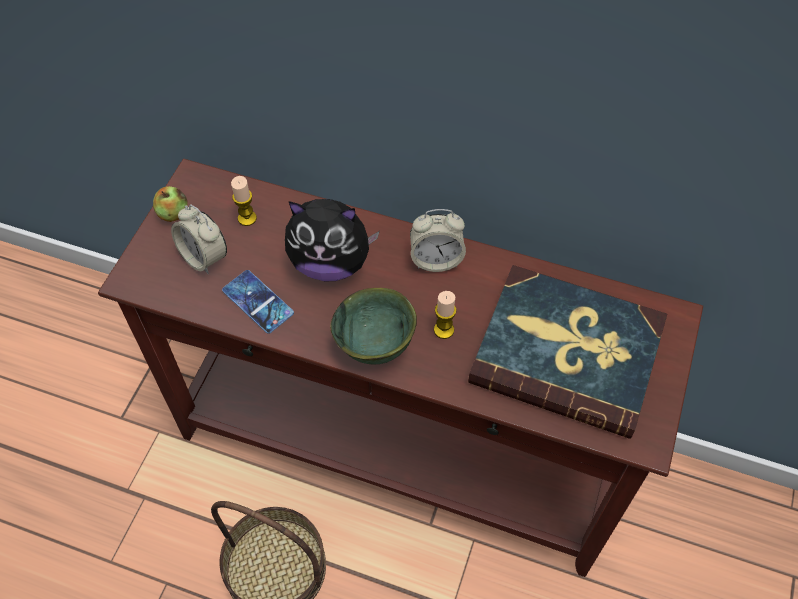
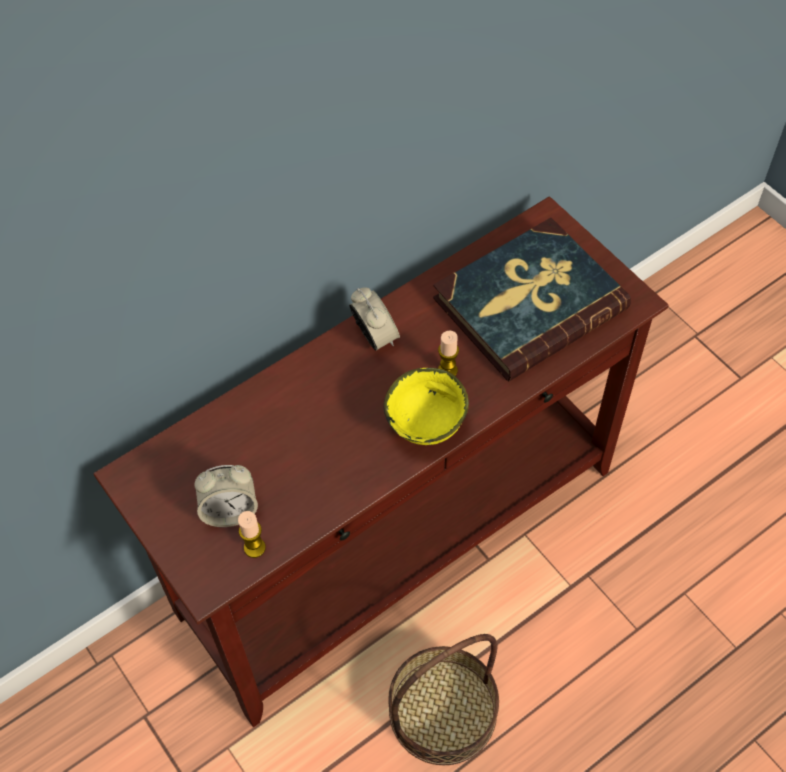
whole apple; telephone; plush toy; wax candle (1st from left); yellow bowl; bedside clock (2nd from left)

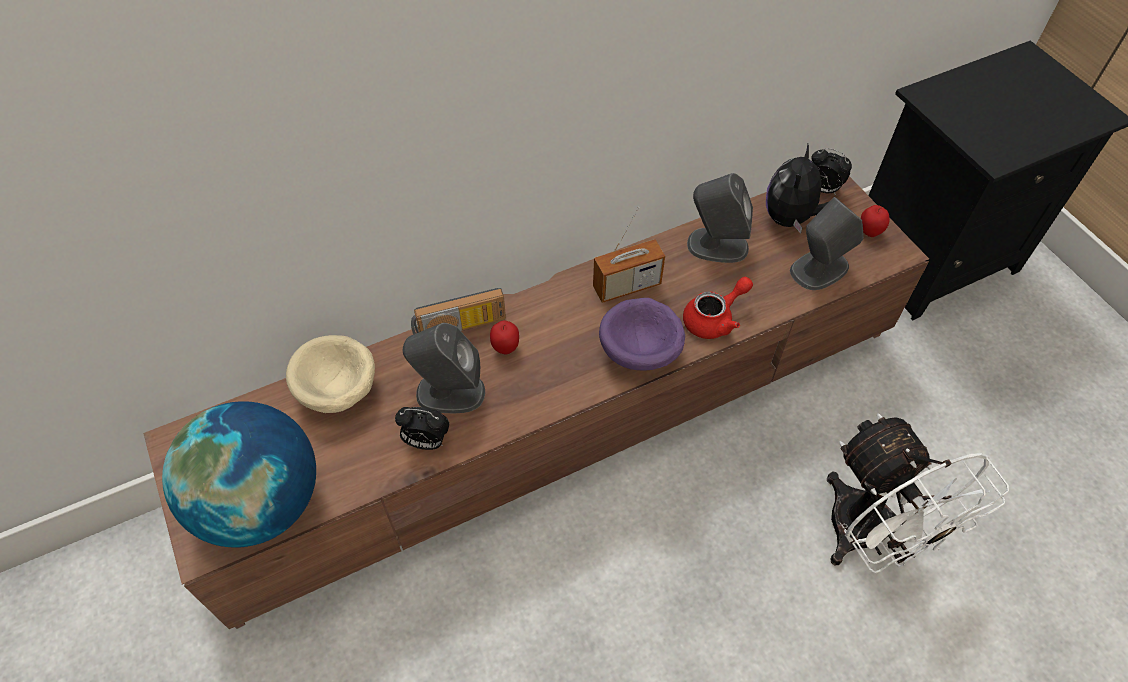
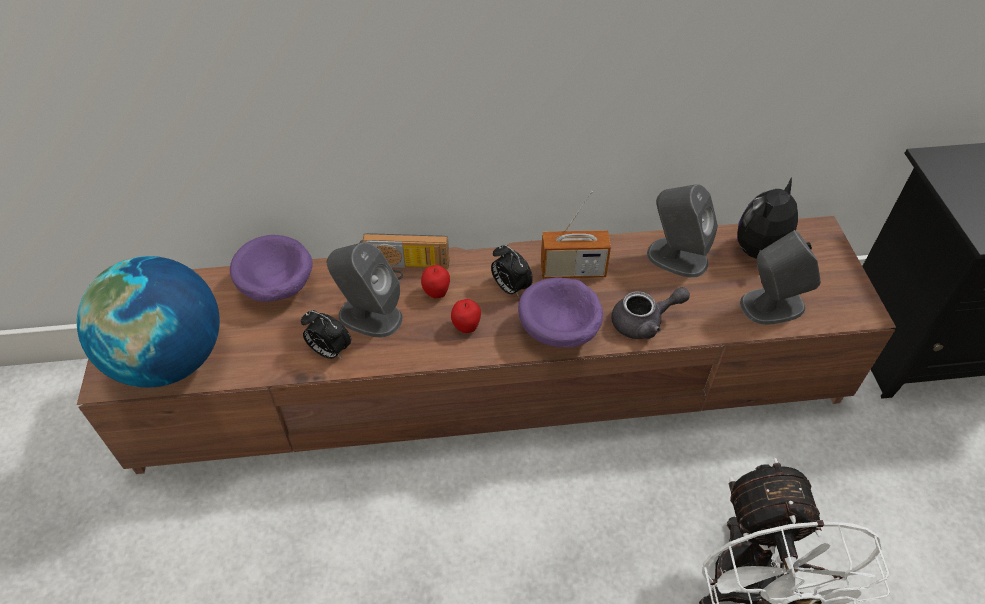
bedside clock (2nd from left); whole apple (2nd from left); purple-coloured bowl (1st from left); greyish pot for tea

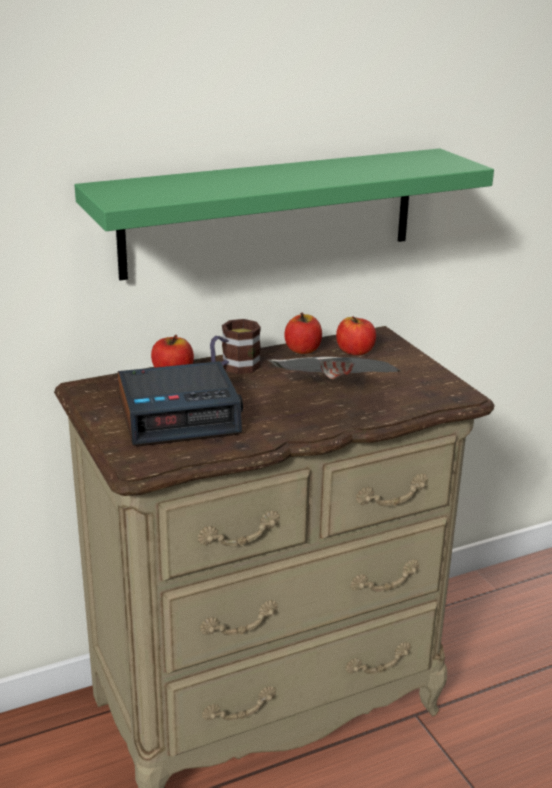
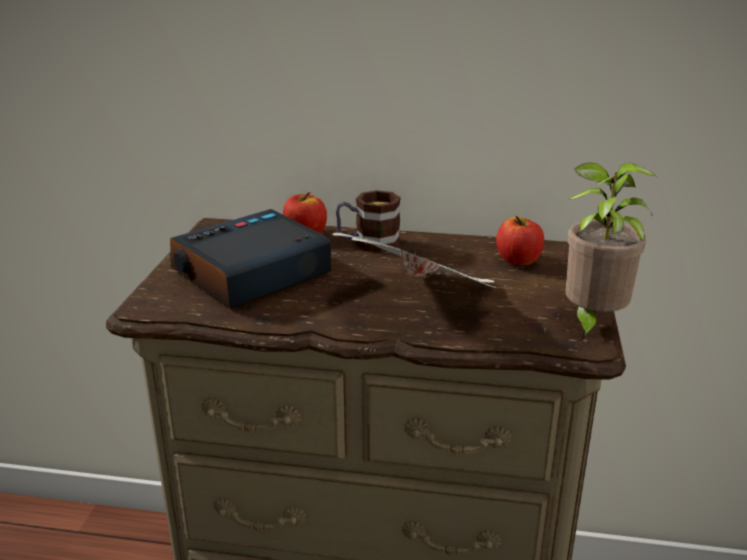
green-coloured wall shelf; whole apple (2nd from left in the first image); houseplant; bedside clock

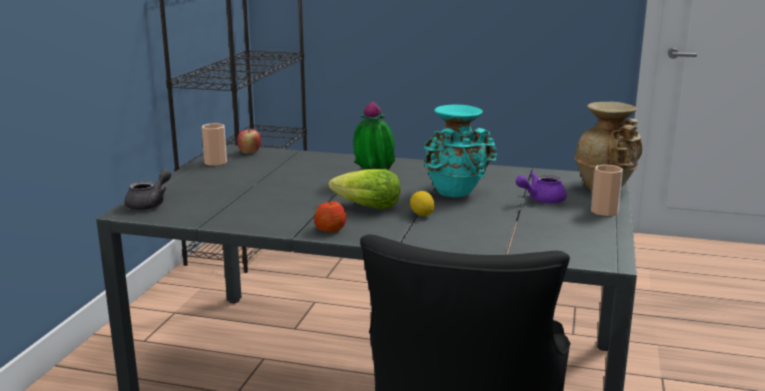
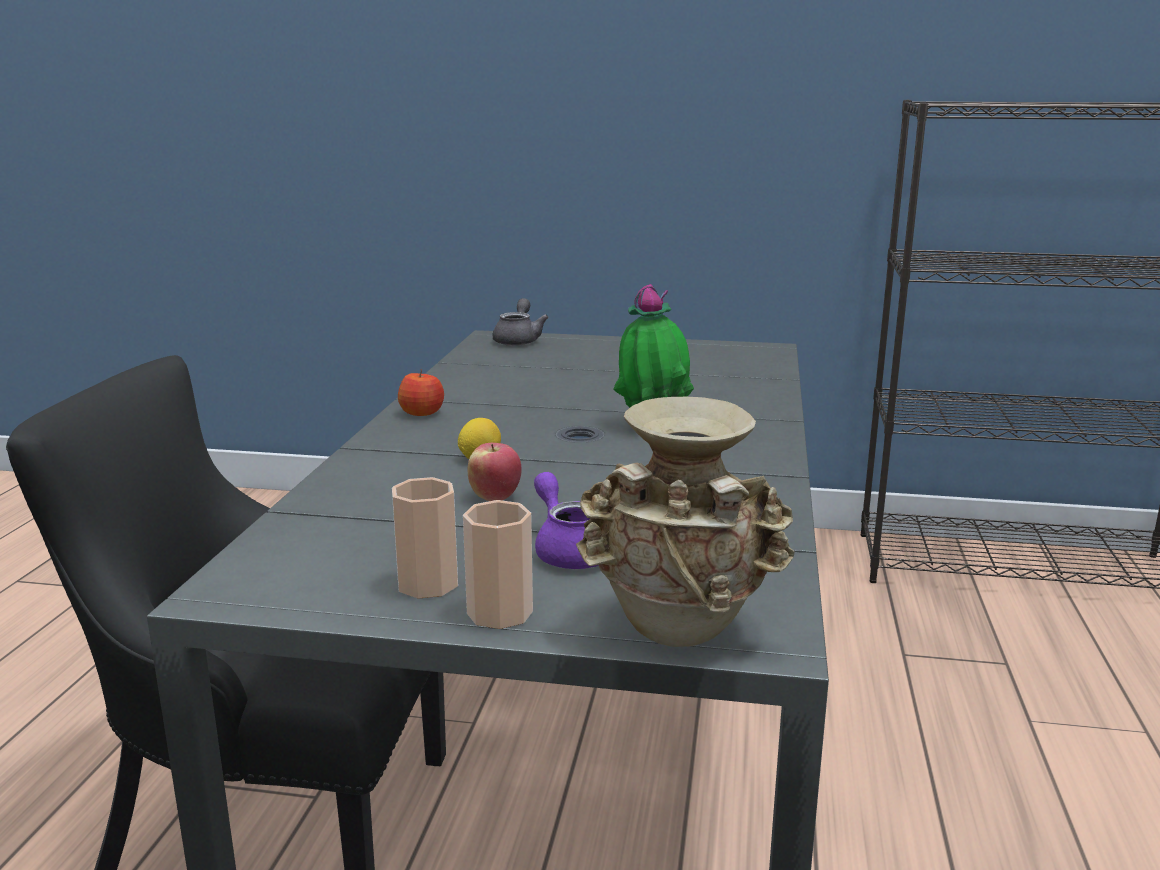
lettuce; turquoise-coloured vase; drinking cup (1st from left); whole apple (2nd from left); greyish pot for tea

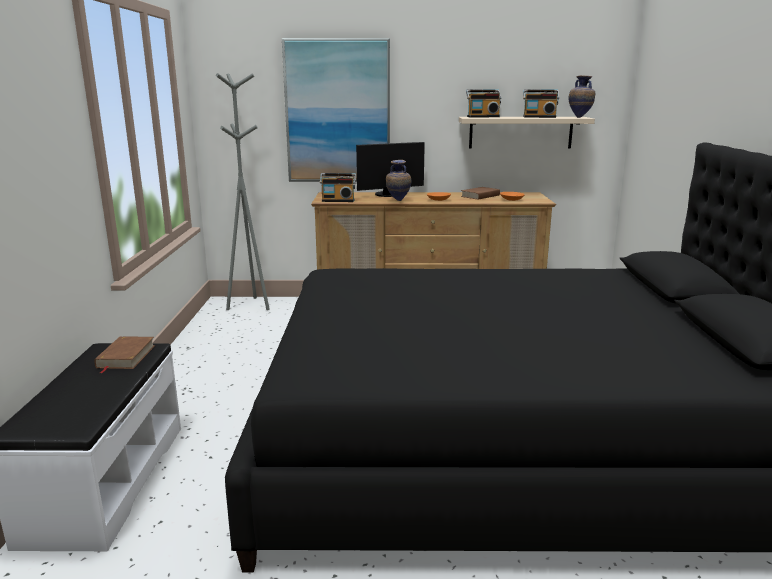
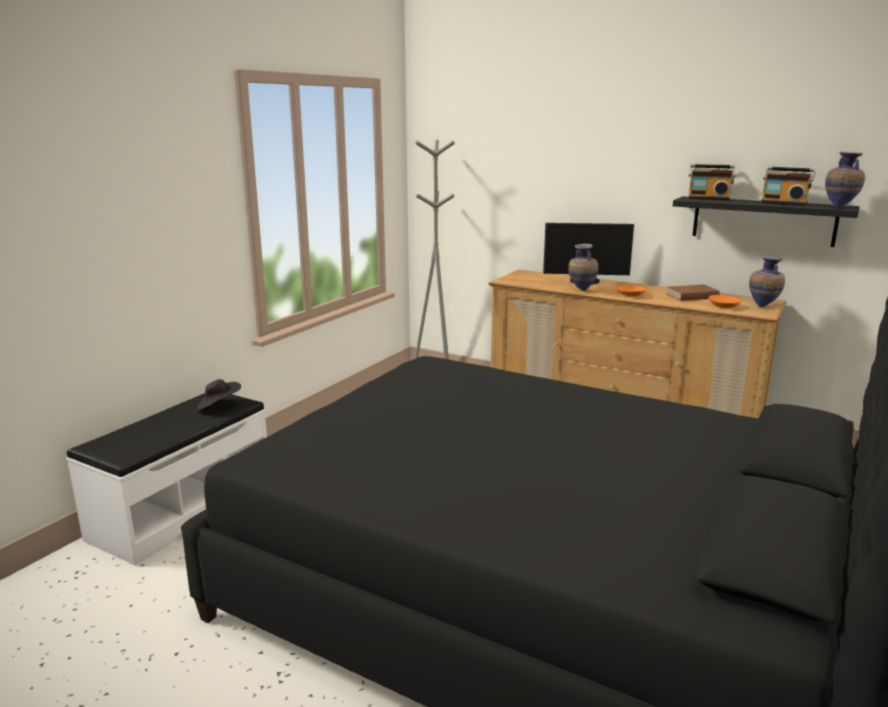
wall picture; radio receiver (1st from left in the first image); vase (2nd from left); black wearable hat; black wall shelf

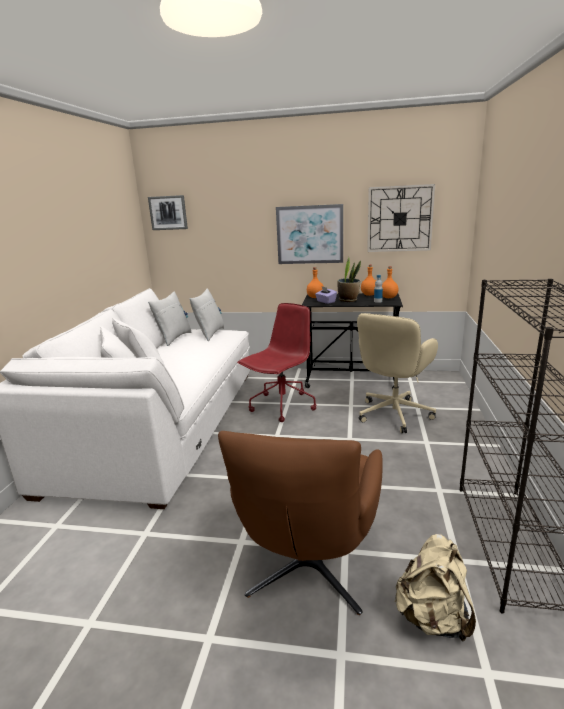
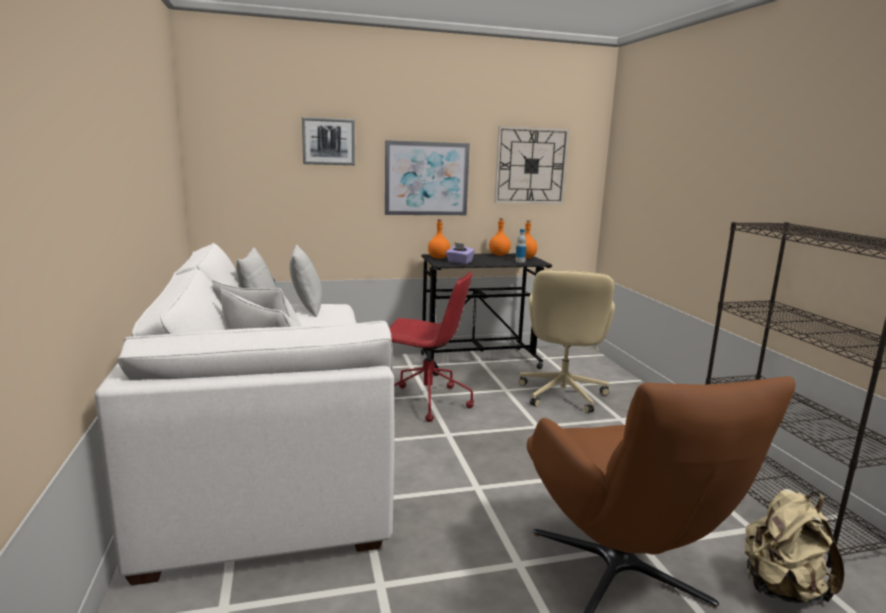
houseplant; wall picture (1st from left); reddish desk chair

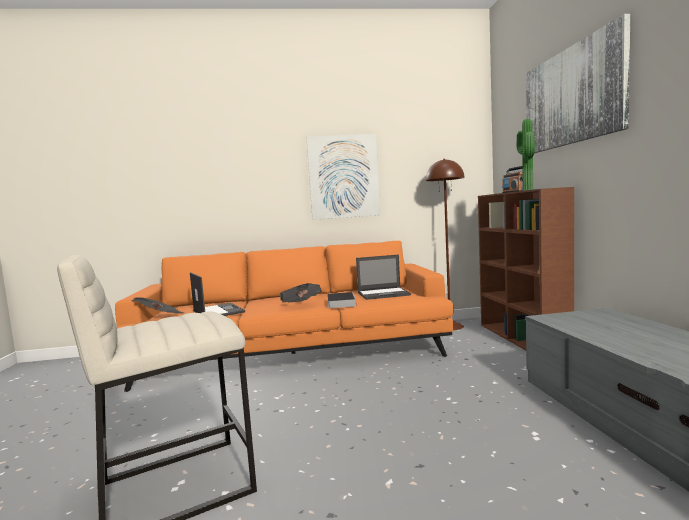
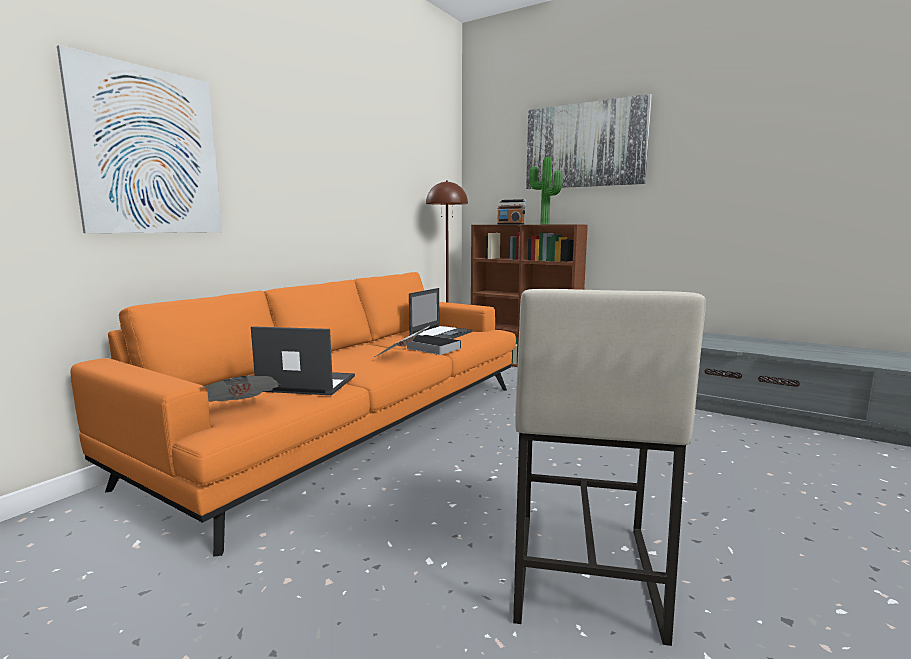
wall picture (1st from left)

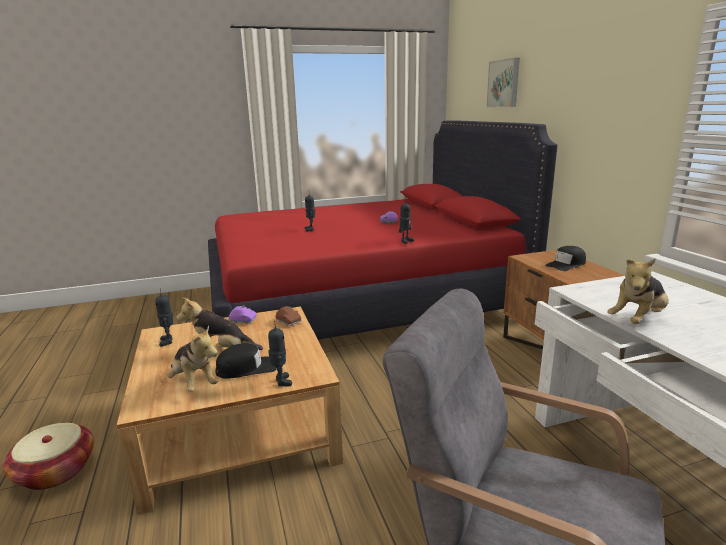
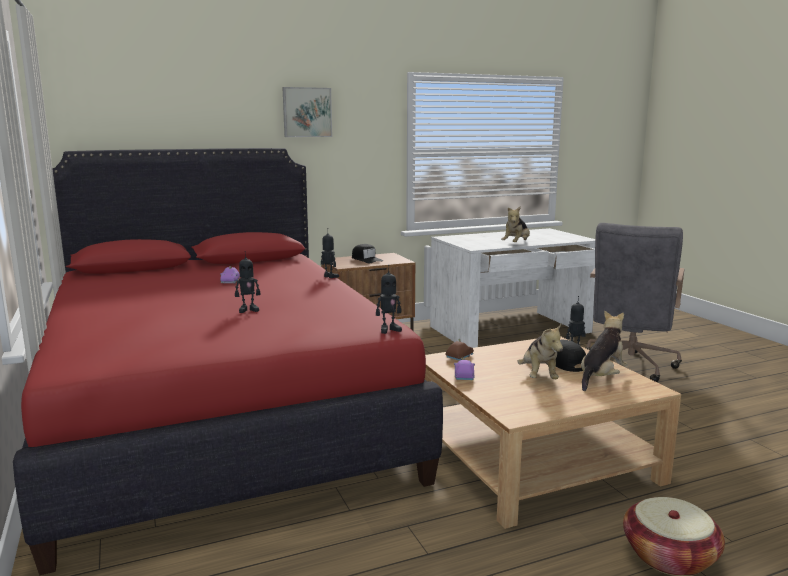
robot figure (3rd from left); wall picture; plush toy (1st from left)

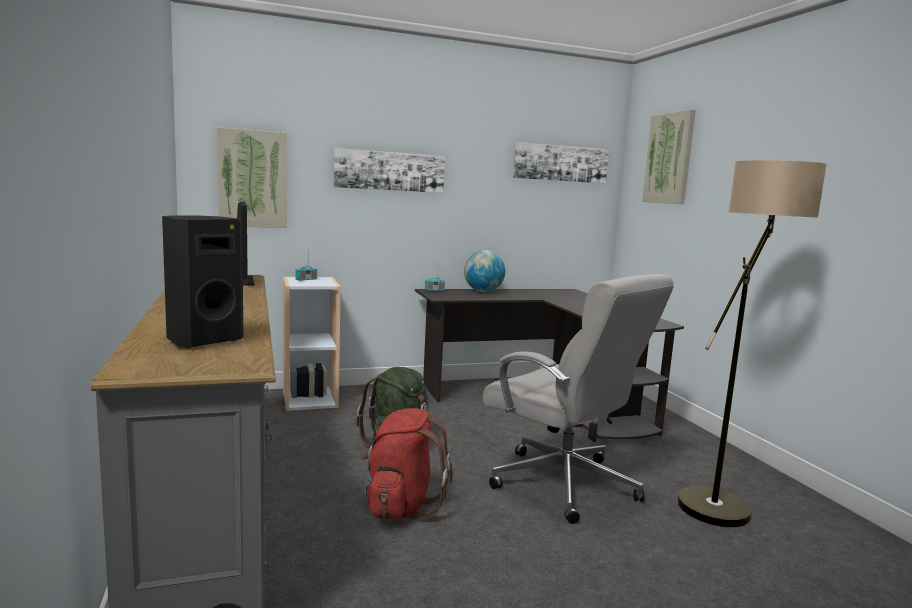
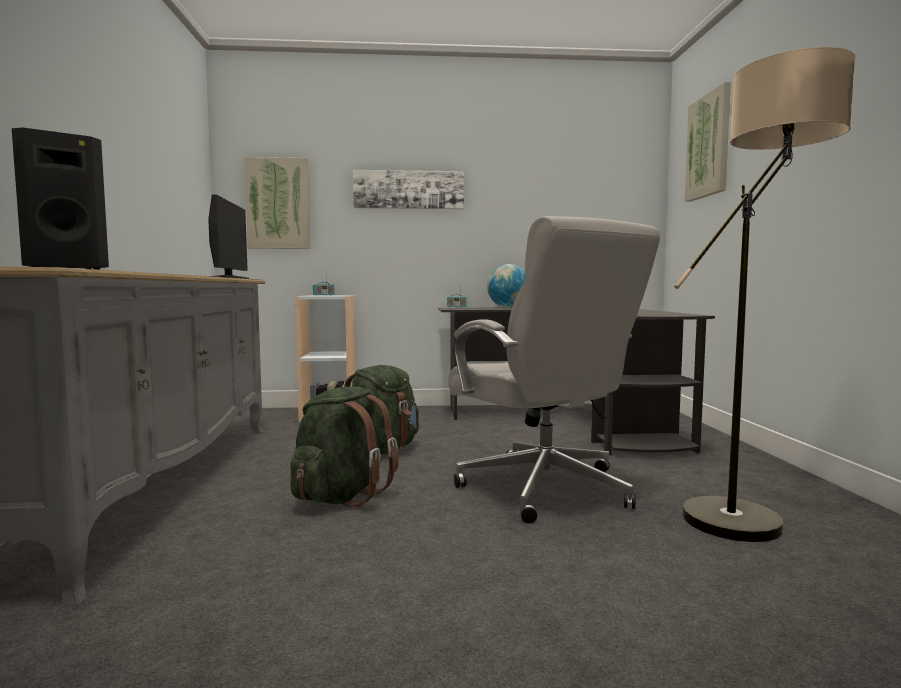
wall picture (3rd from left in the first image); green-coloured backpack (1st from left)

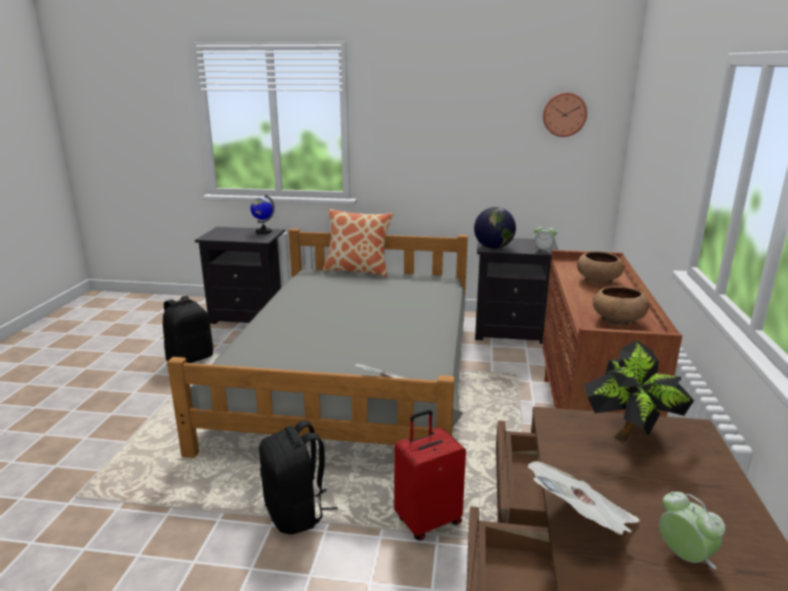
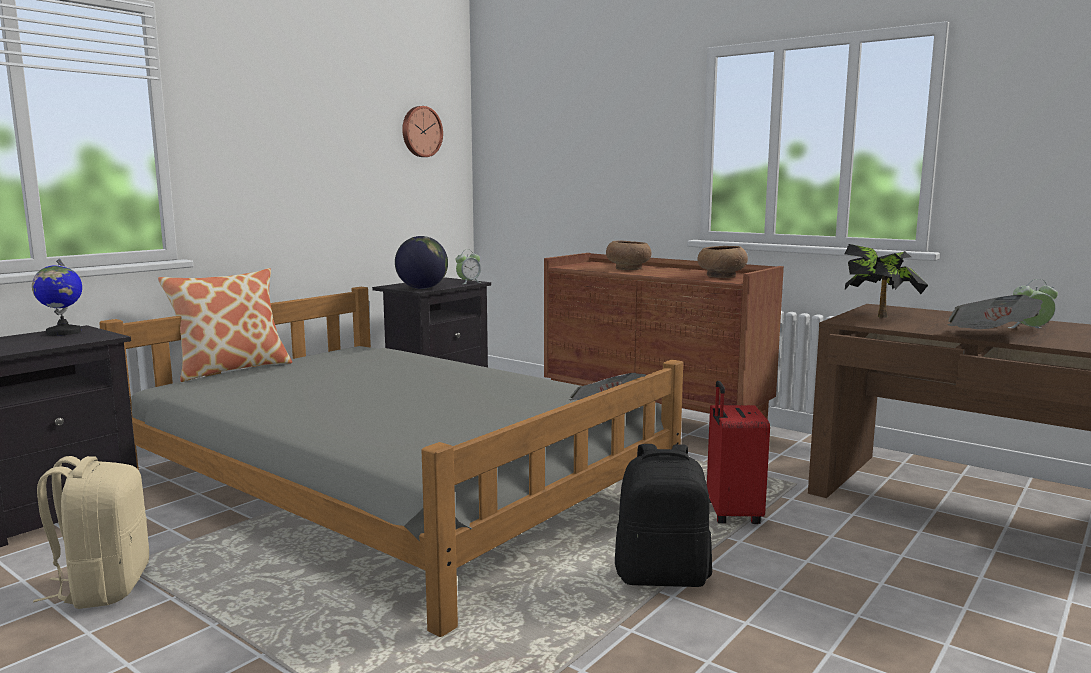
beige backpack

